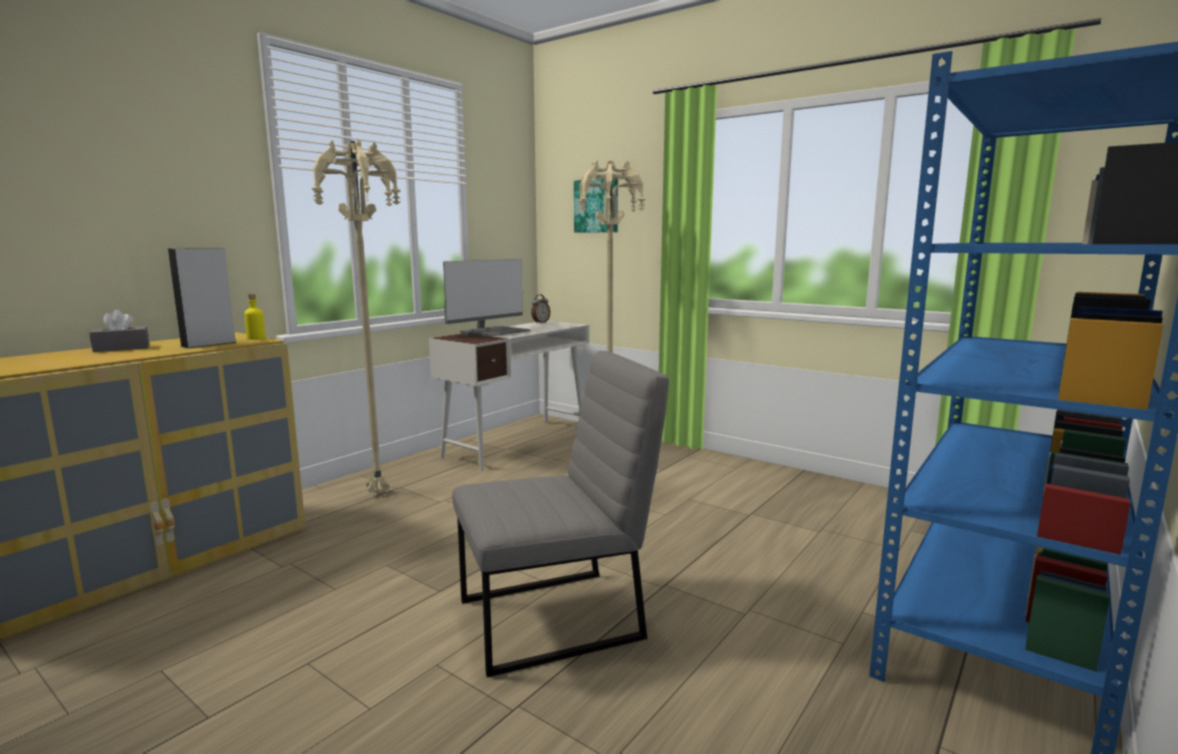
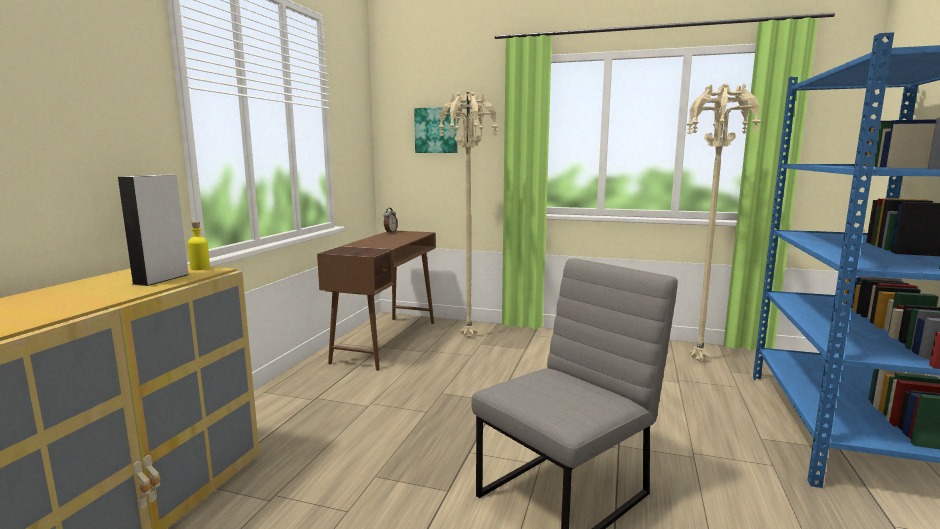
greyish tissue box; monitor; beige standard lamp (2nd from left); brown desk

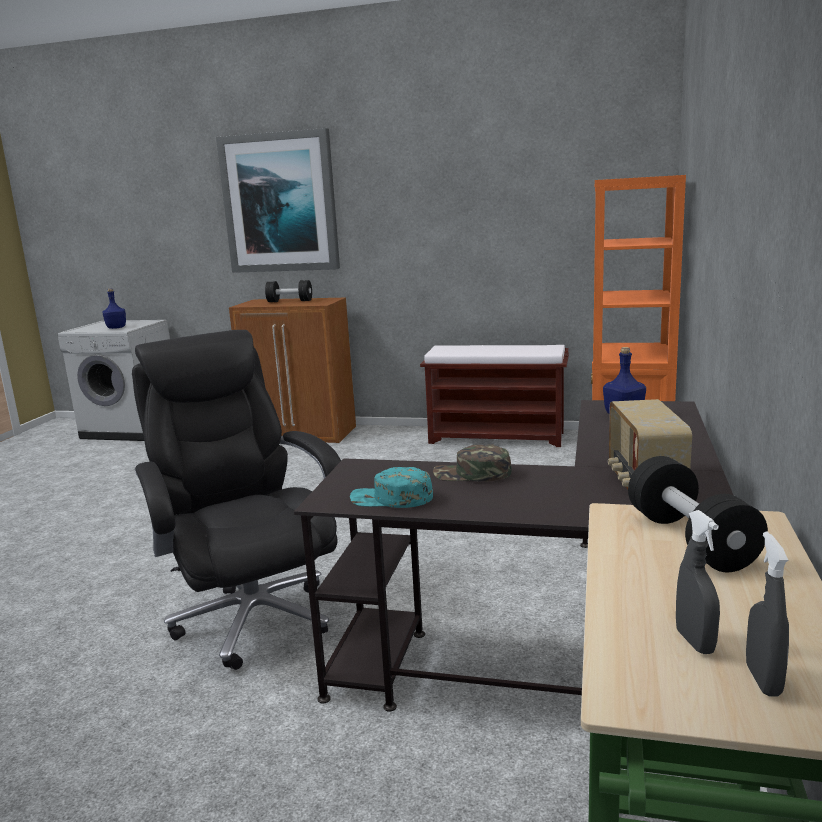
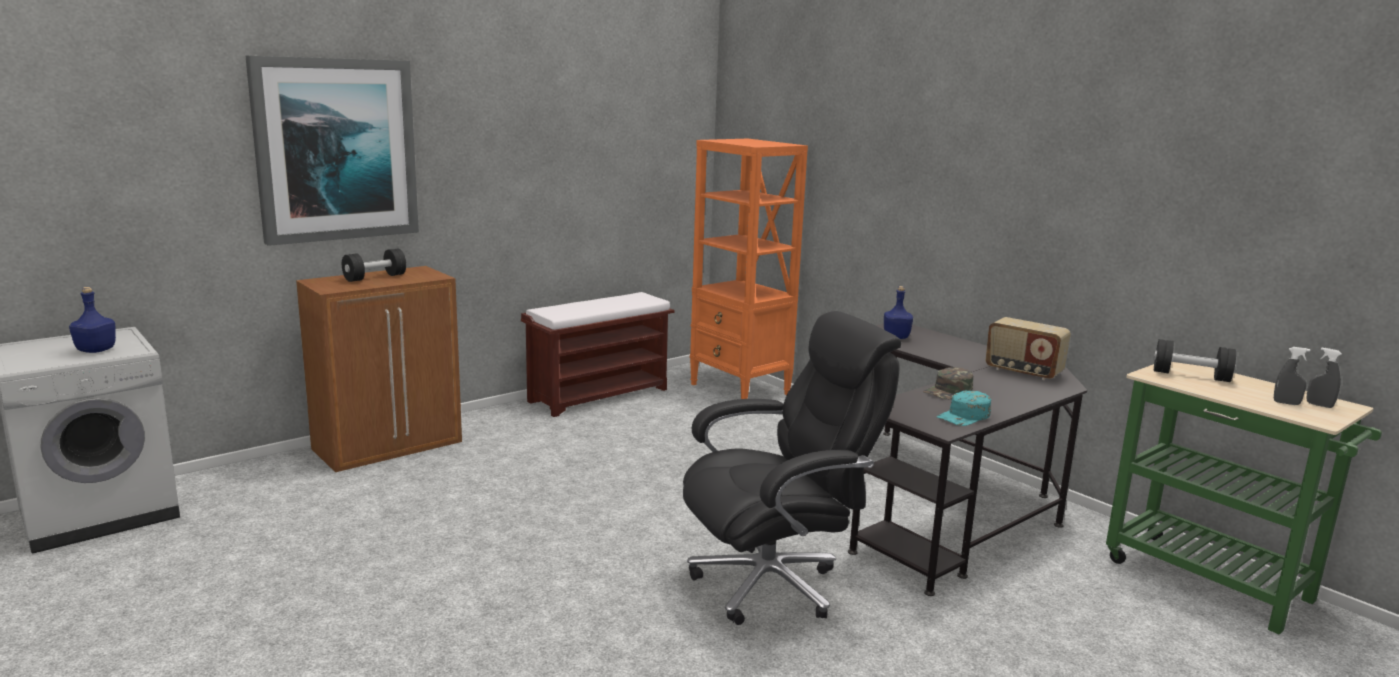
black desk chair

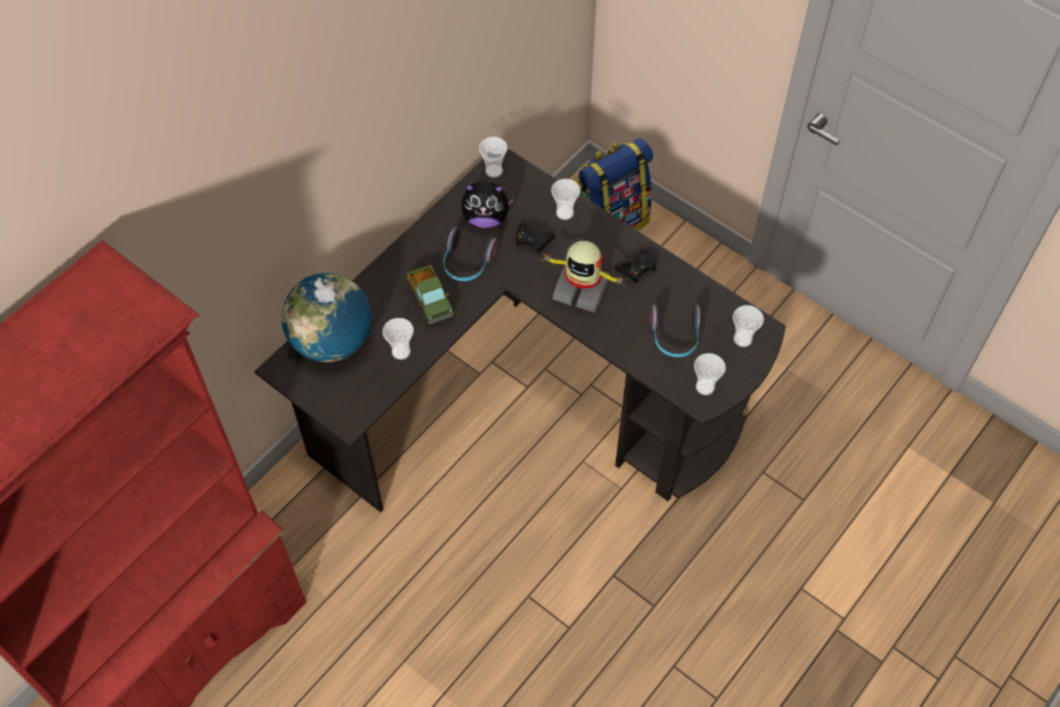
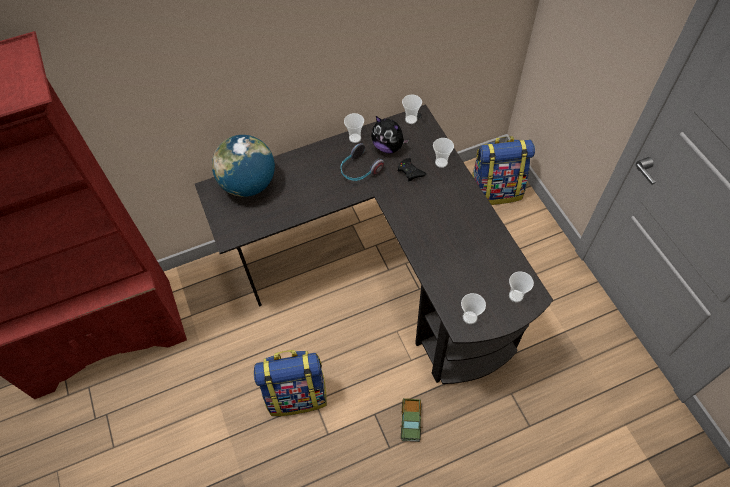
robot figure; black joypad (2nd from left in the first image); headphones (2nd from left in the first image); backpack (1st from left); drinking cup (1st from left); toy lorry

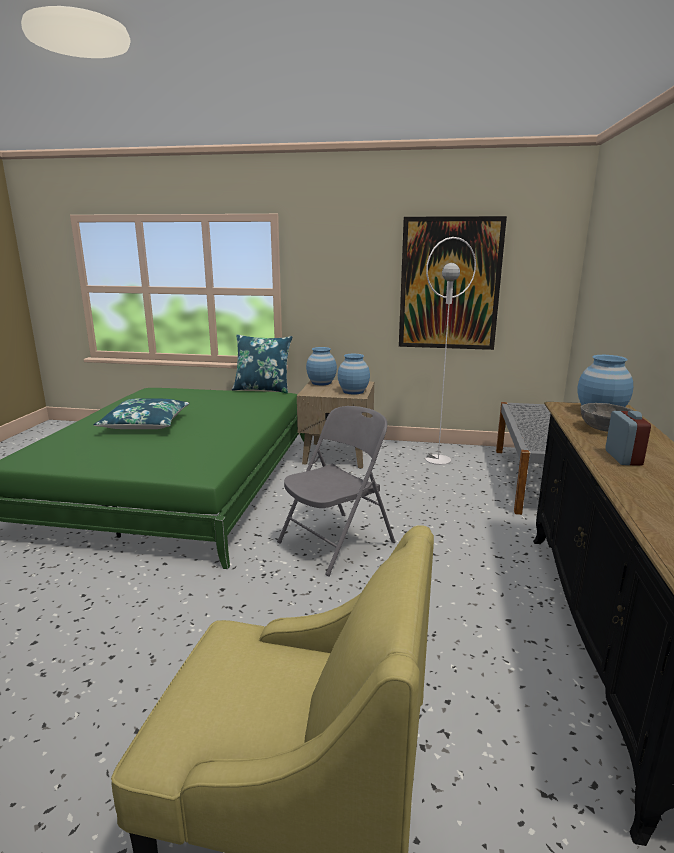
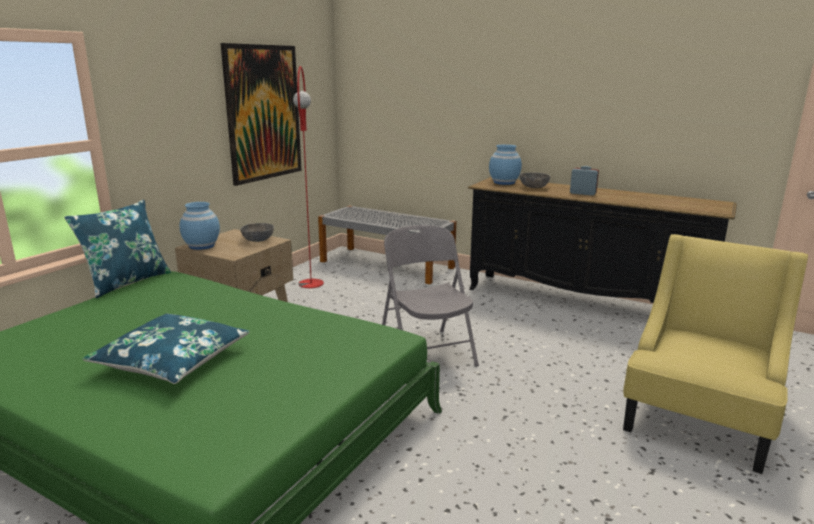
greyish bowl (1st from left); reddish standard lamp

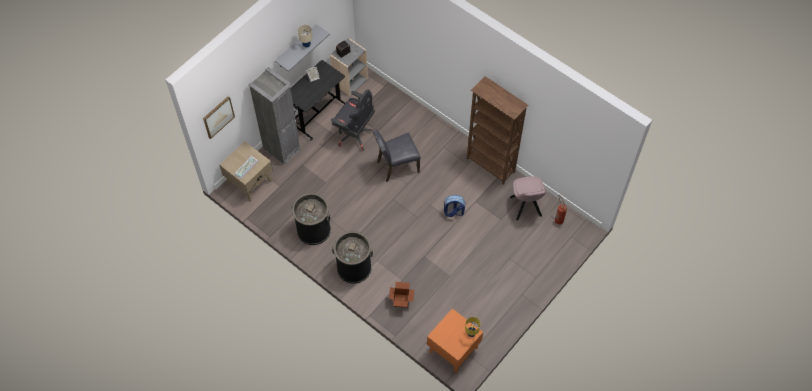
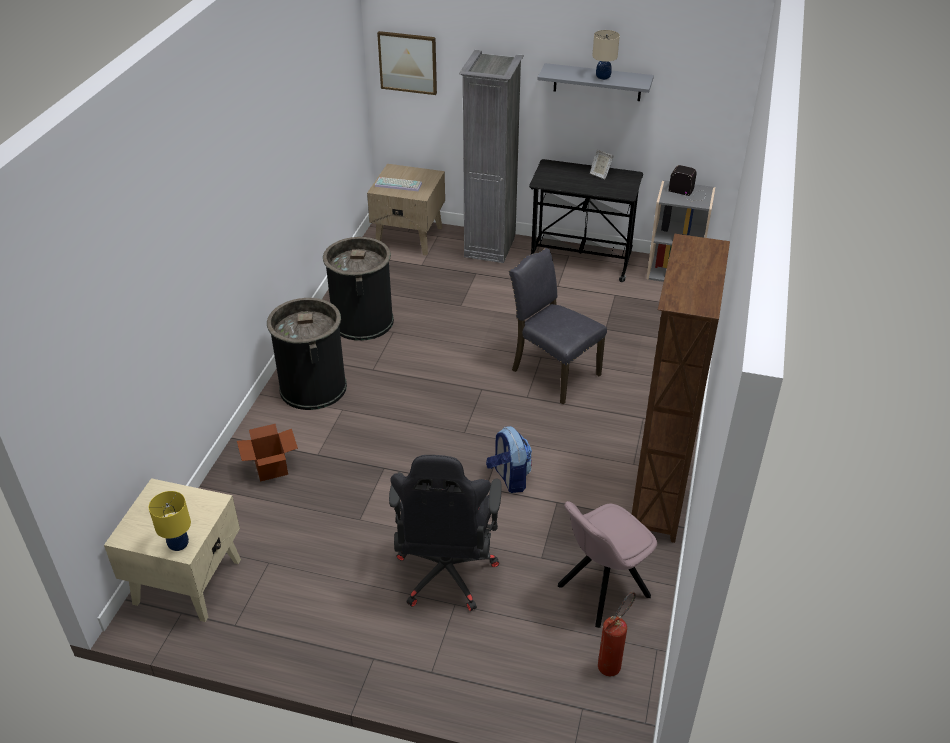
black desk chair; beige bedside table (1st from left)

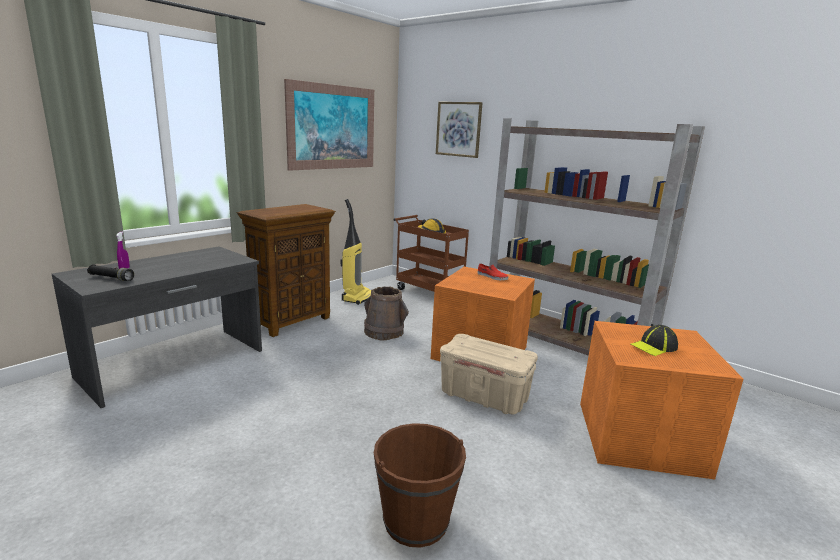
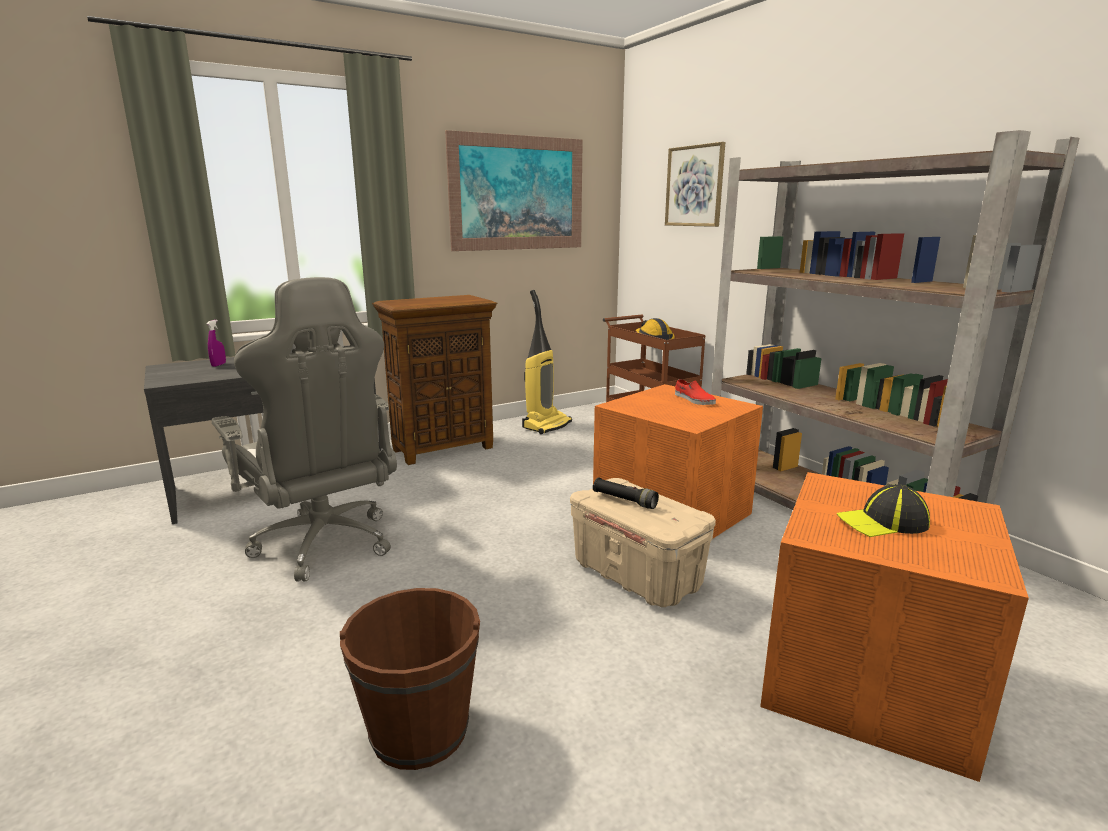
brown pail (1st from left in the first image); greyish desk chair; black hand torch

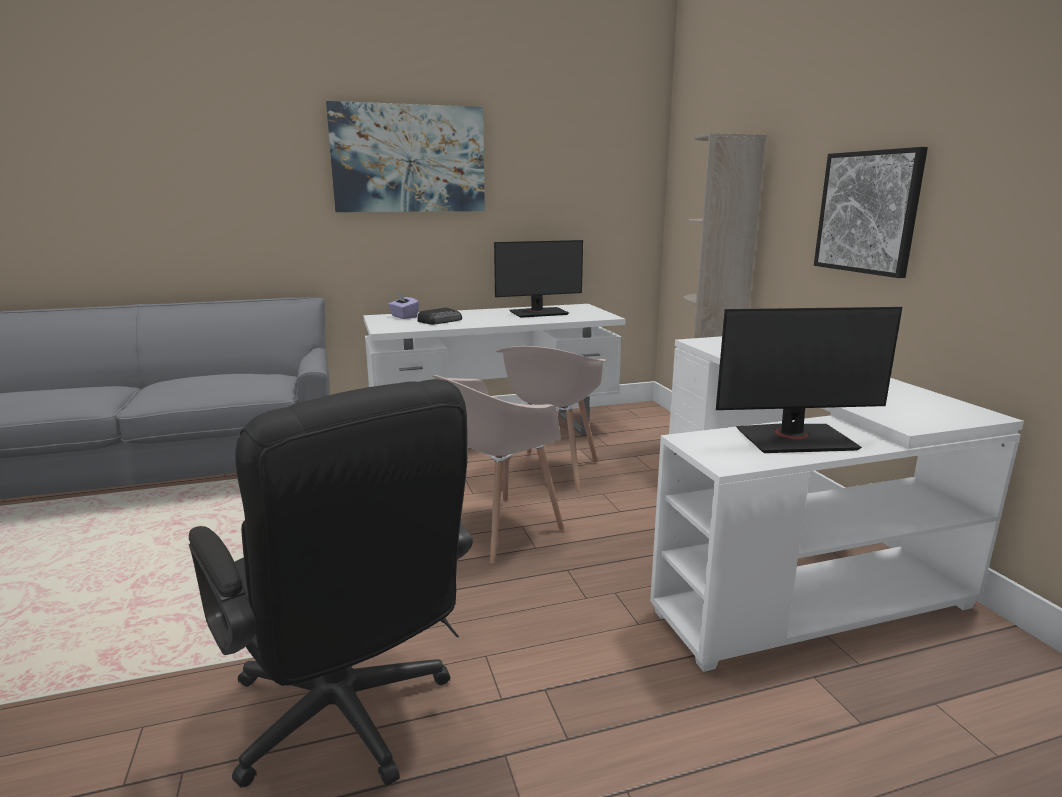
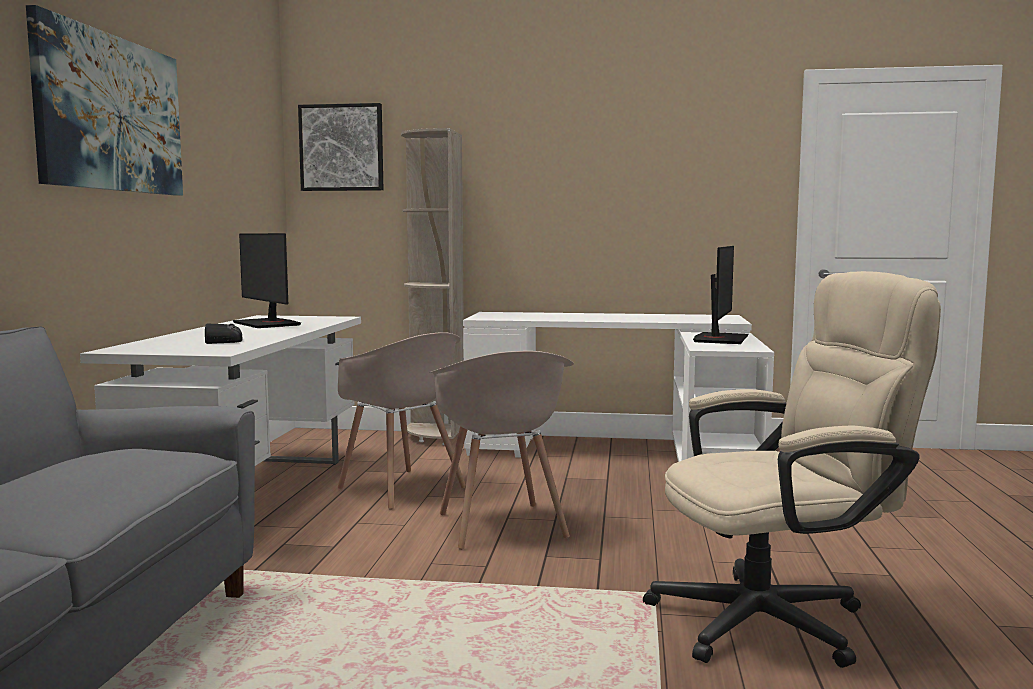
purple-coloured tissue box; wall picture (2nd from left); beige desk chair; monitor (1st from left)

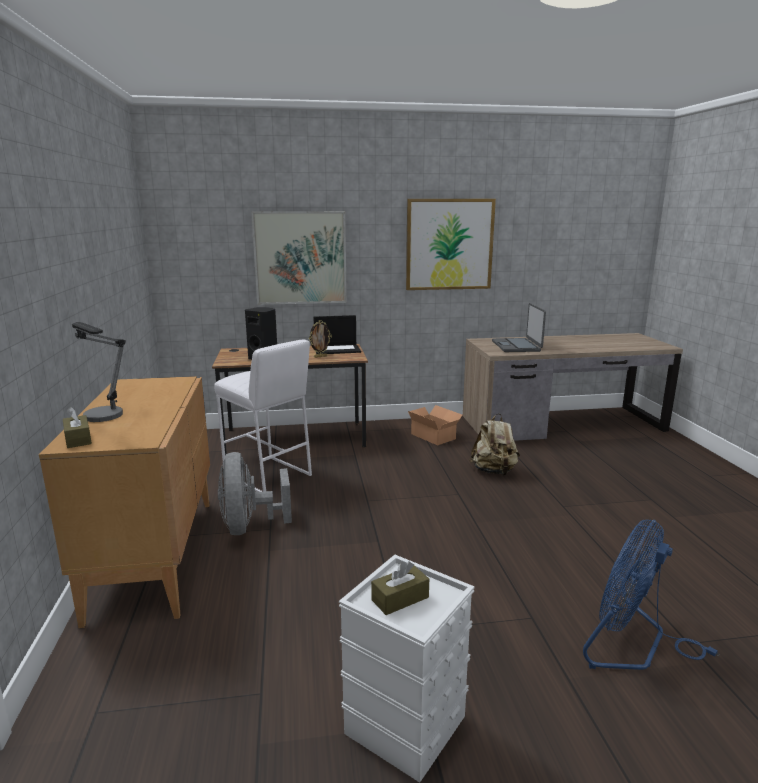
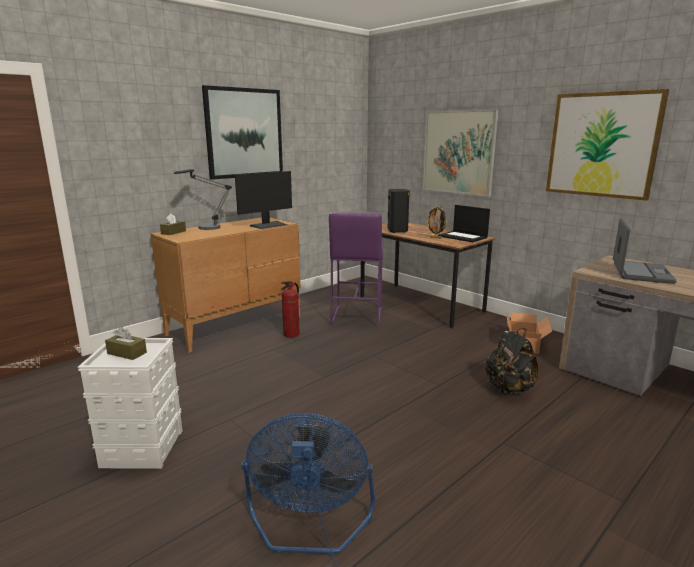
wall picture (1st from left); monitor; fire extinguisher; purple-coloured stool; black backpack; laptop (2nd from left)

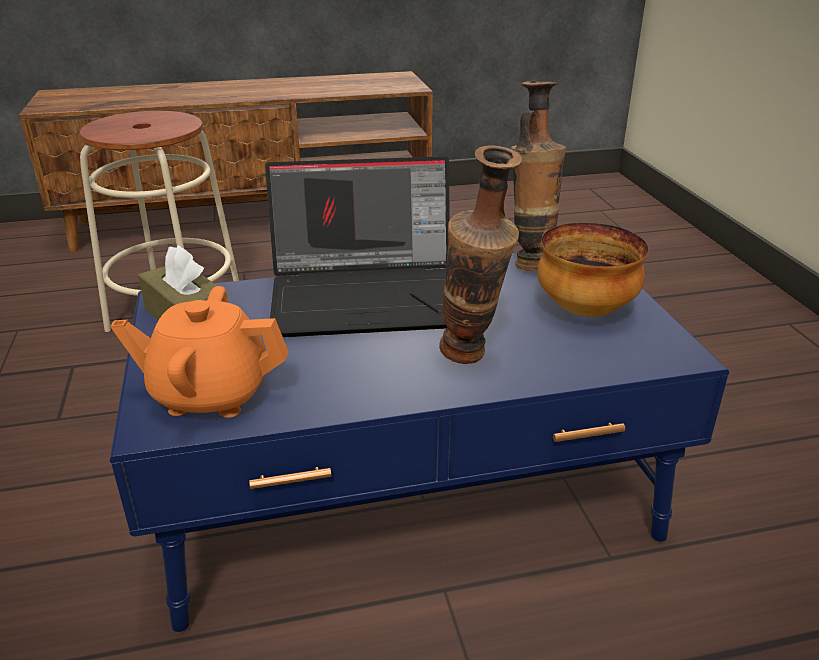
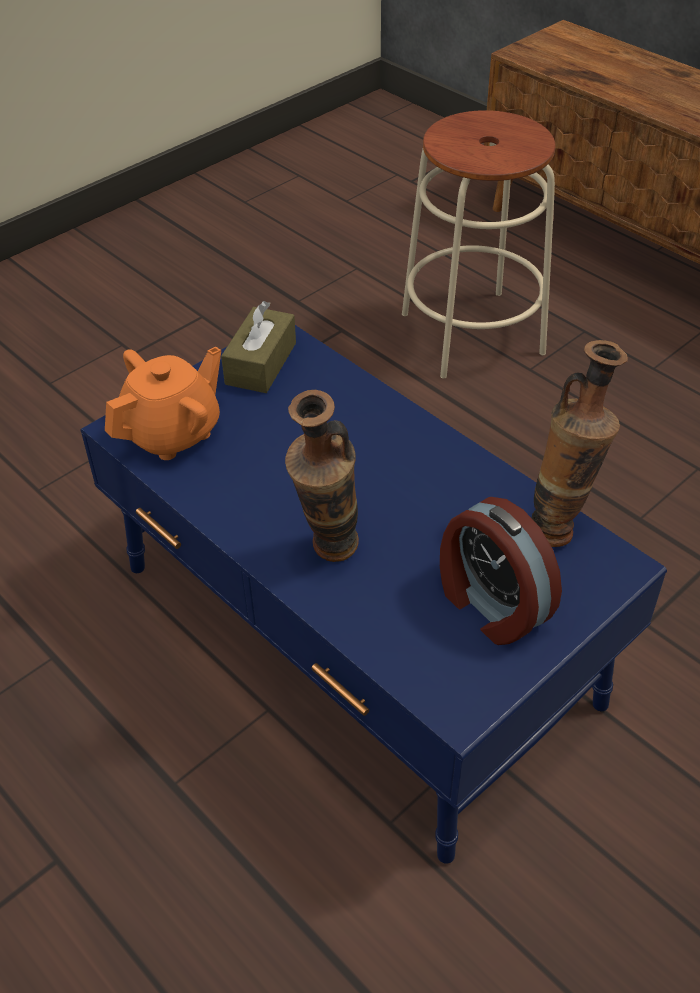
laptop; bedside clock; orangey pot for tea

